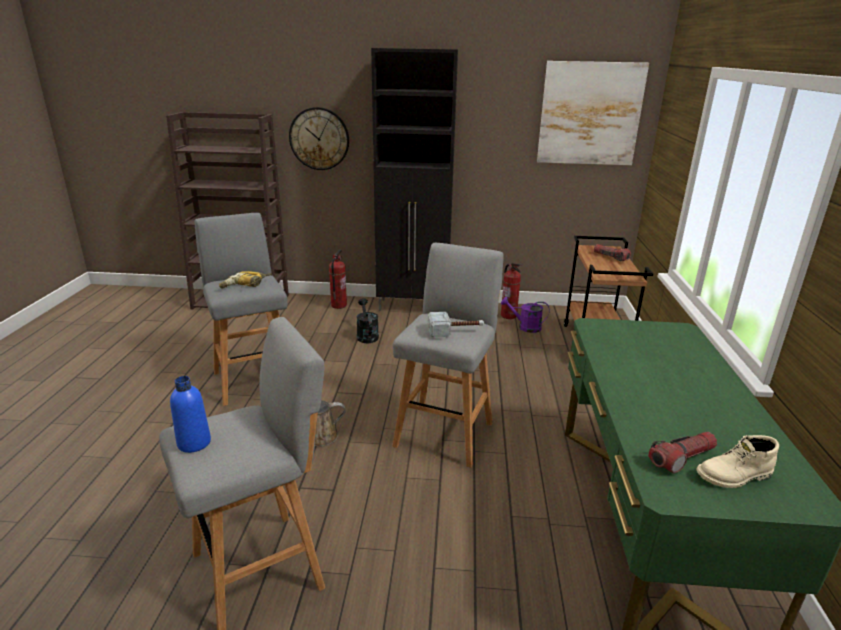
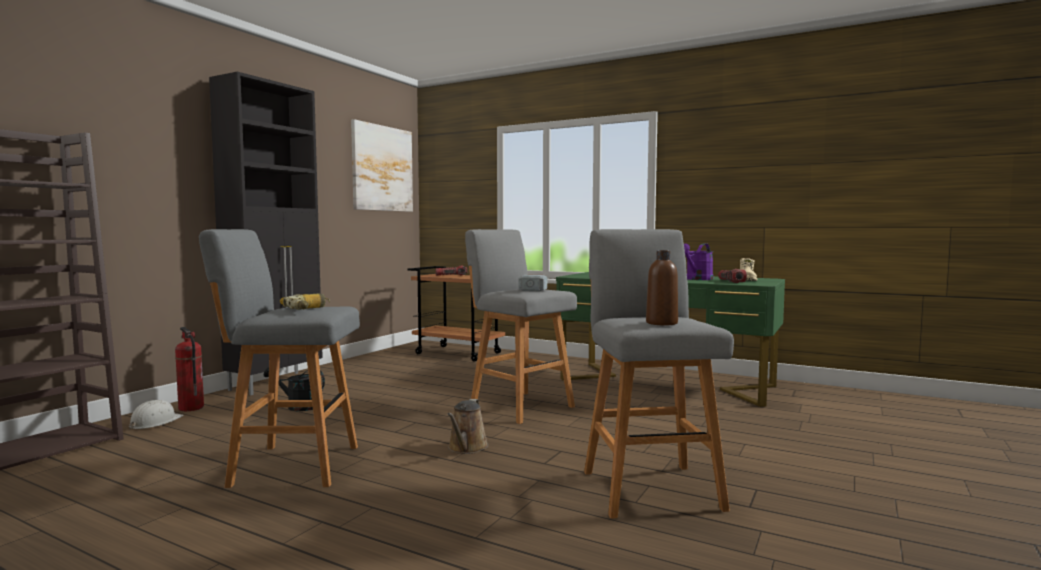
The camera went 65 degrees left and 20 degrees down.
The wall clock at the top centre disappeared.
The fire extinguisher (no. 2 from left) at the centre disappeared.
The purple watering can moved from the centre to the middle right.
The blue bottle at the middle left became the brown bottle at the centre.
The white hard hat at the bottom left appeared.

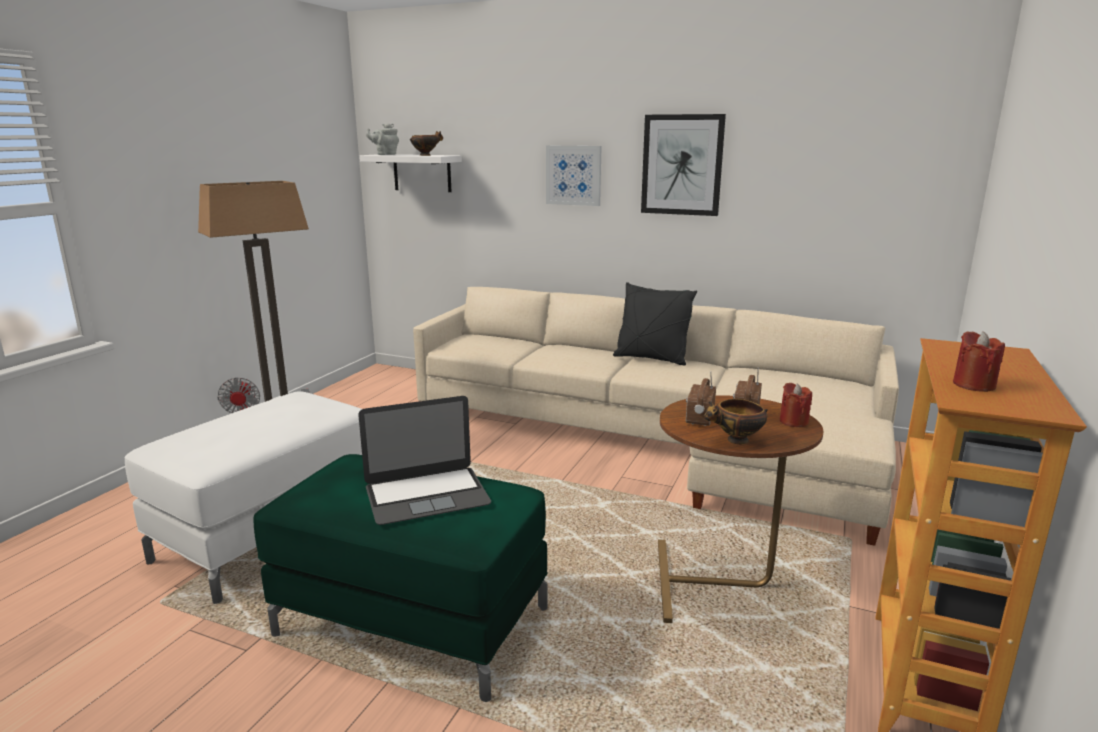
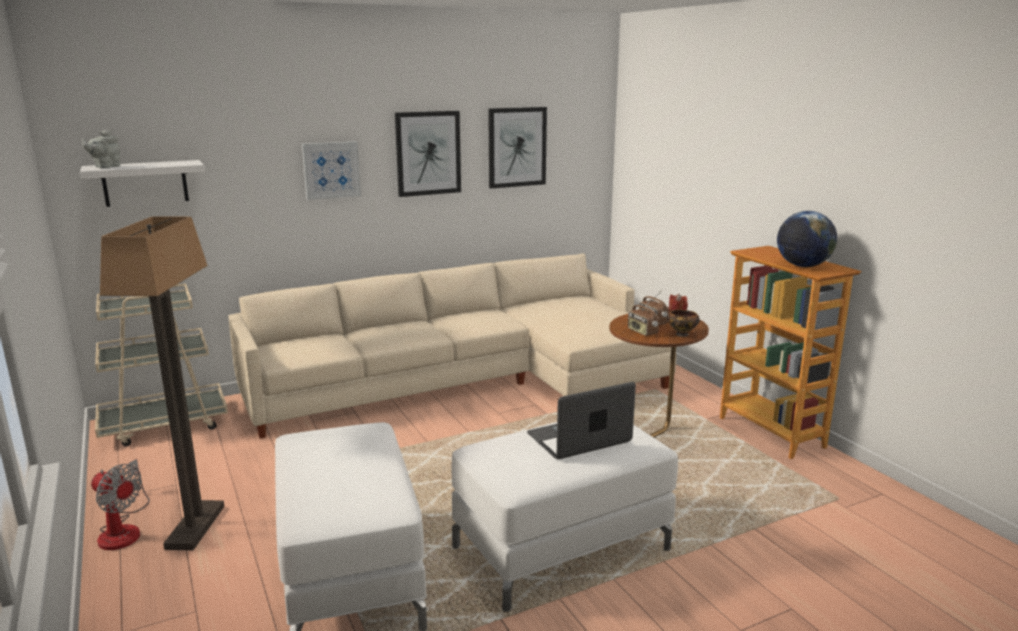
The camera went 50 degrees left and 0 degrees up.
The bowl (no. 1 from left) at the top centre disappeared.
The black pillow at the centre disappeared.
The red candle (no. 2 from left) at the middle right was replaced by the globe at the middle right.
The laptop at the centre turned 135 degrees counterclockwise.
The green ottoman at the bottom centre became the white ottoman (no. 2 from left) at the bottom centre.
The picture (no. 3 from left) at the top centre appeared.
The beige cart at the middle left appeared.

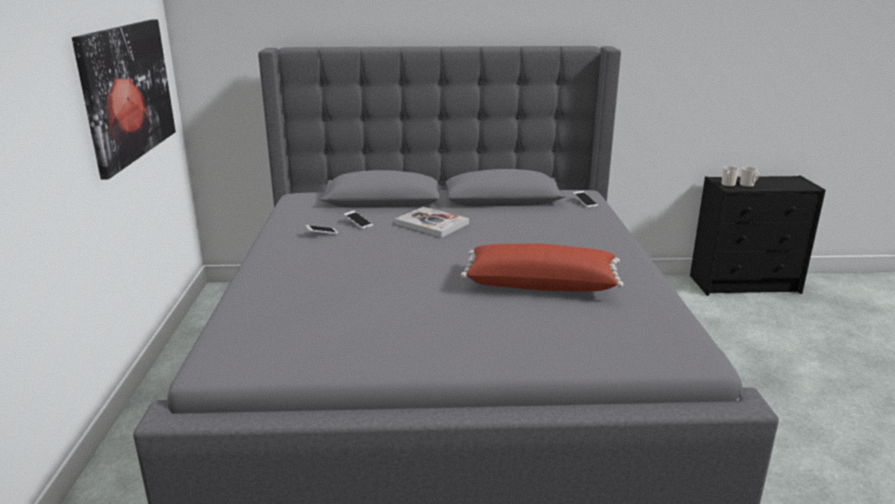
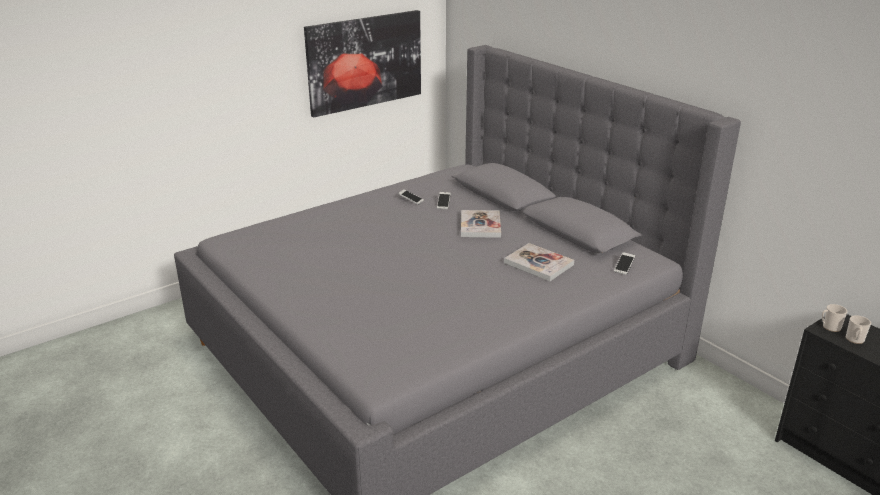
The camera went 55 degrees right and 5 degrees up.
The red pillow at the centre disappeared.
The book (no. 2 from left) at the centre appeared.

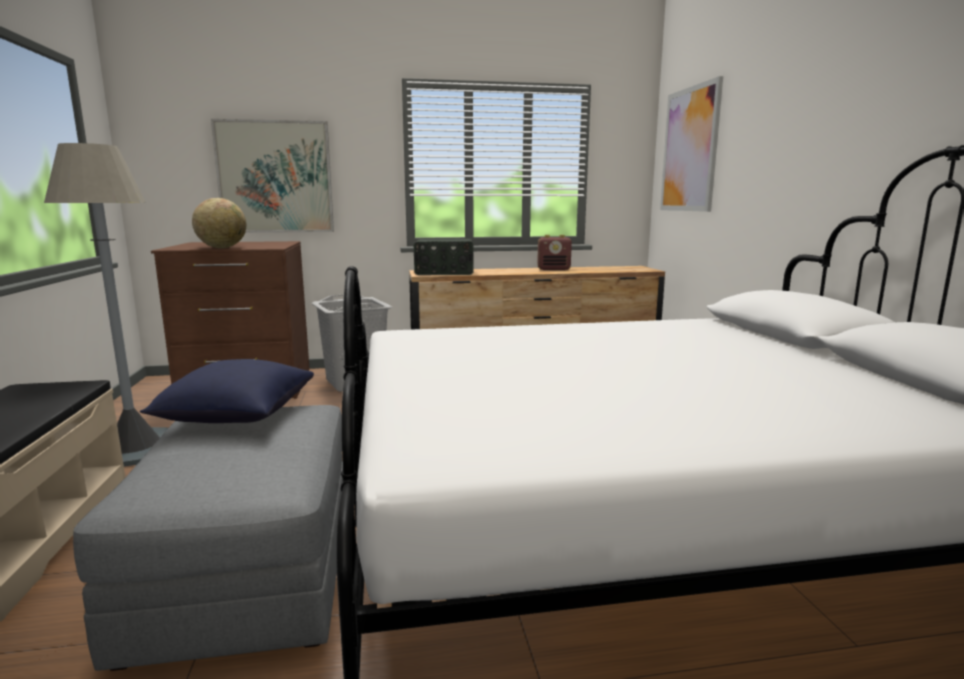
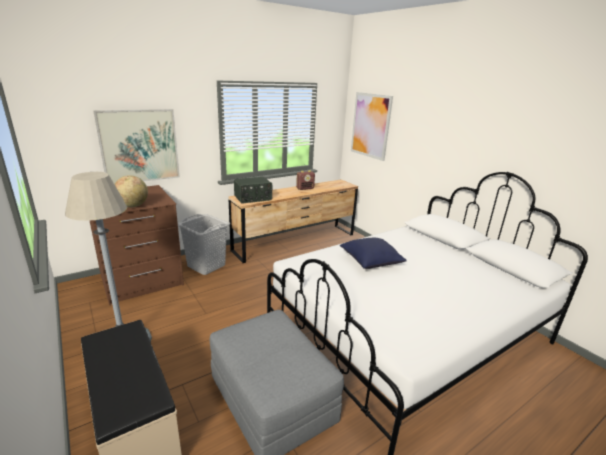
The camera went 25 degrees left and 10 degrees up.
The blue pillow moved from the middle left to the centre.

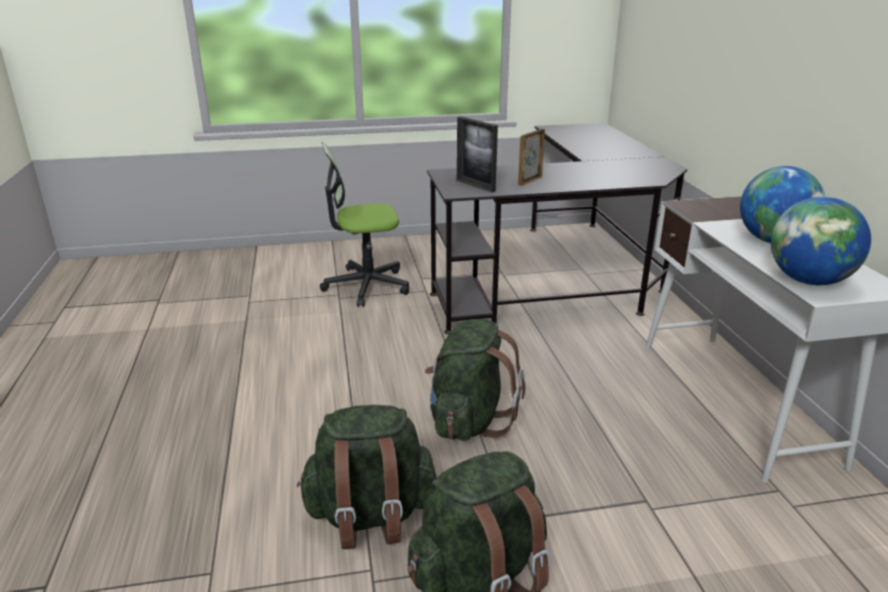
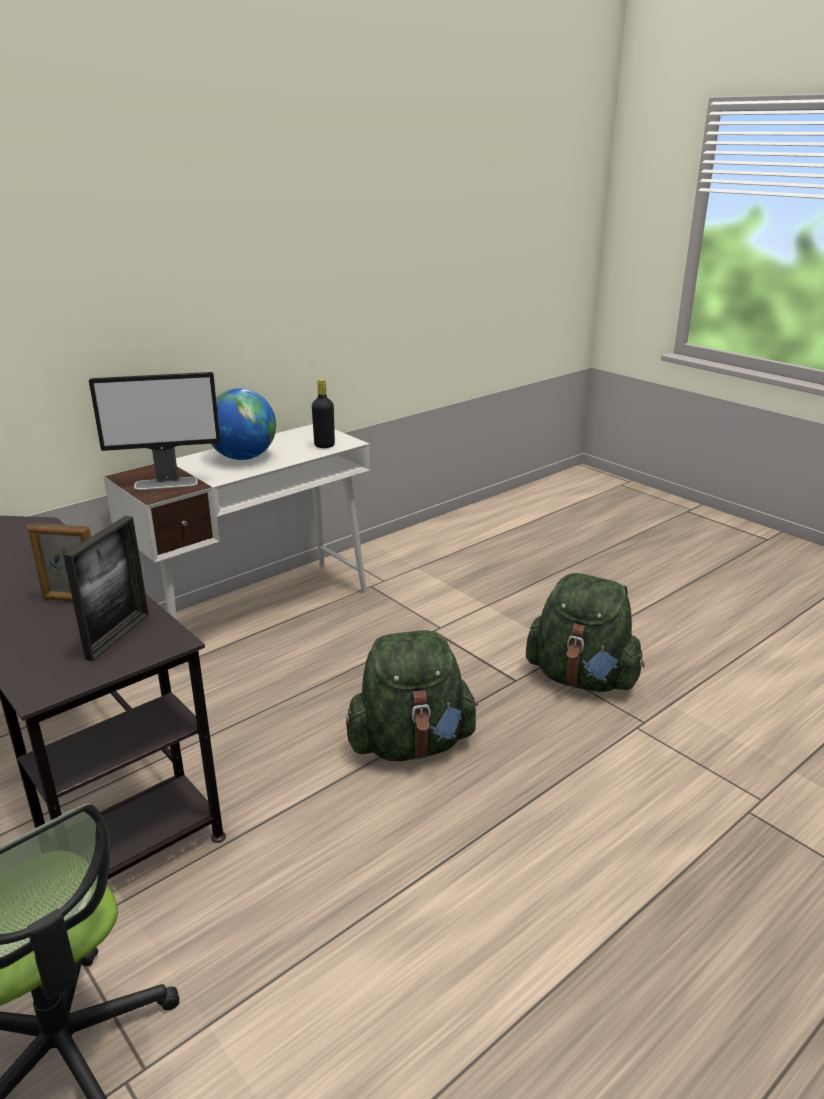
The camera went 120 degrees left and 0 degrees up.
The globe (no. 2 from left) at the middle right was replaced by the black bottle at the centre.
The green backpack (no. 1 from left) at the bottom centre disappeared.
The monitor at the middle left appeared.

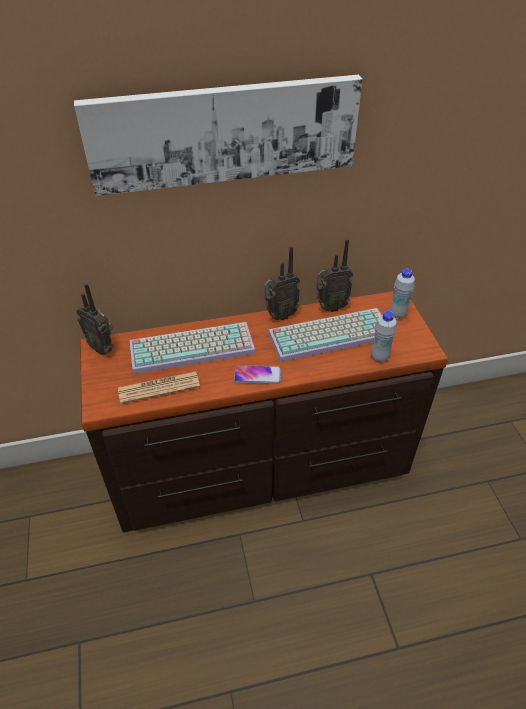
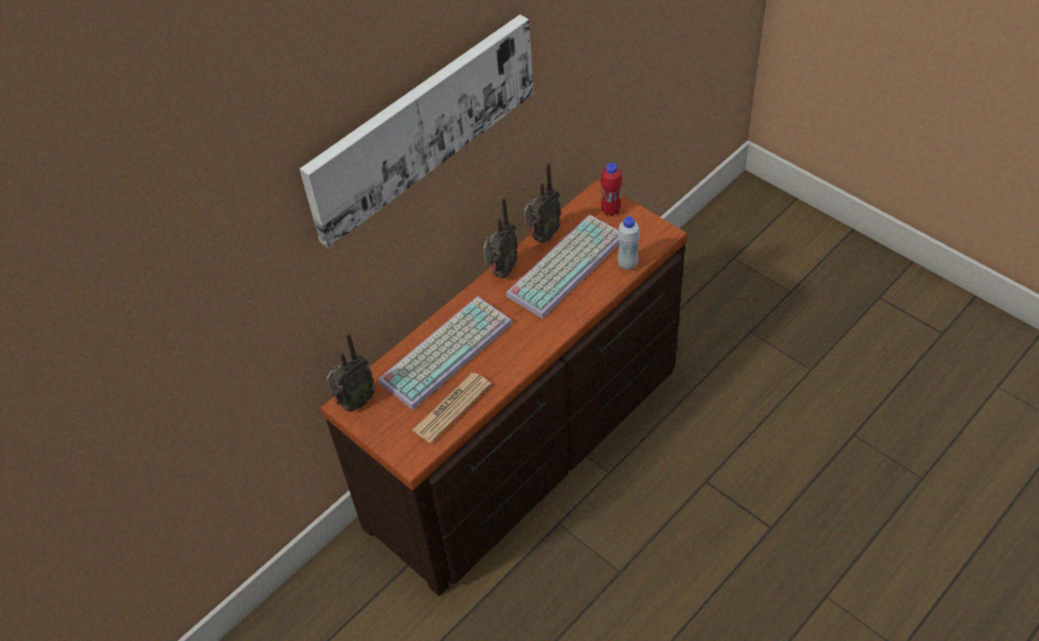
The camera went 30 degrees left and 5 degrees up.
The white bottle (no. 2 from left) at the middle right became the red bottle at the top centre.
The radio (no. 1 from left) at the middle left turned 45 degrees counterclockwise.
The phone at the centre disappeared.

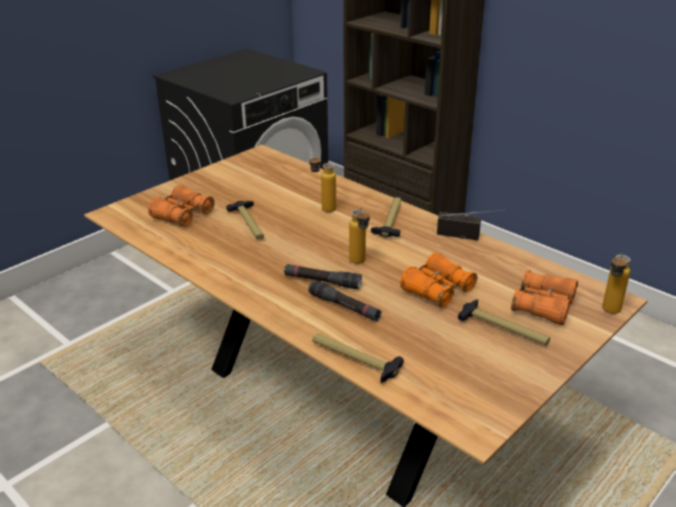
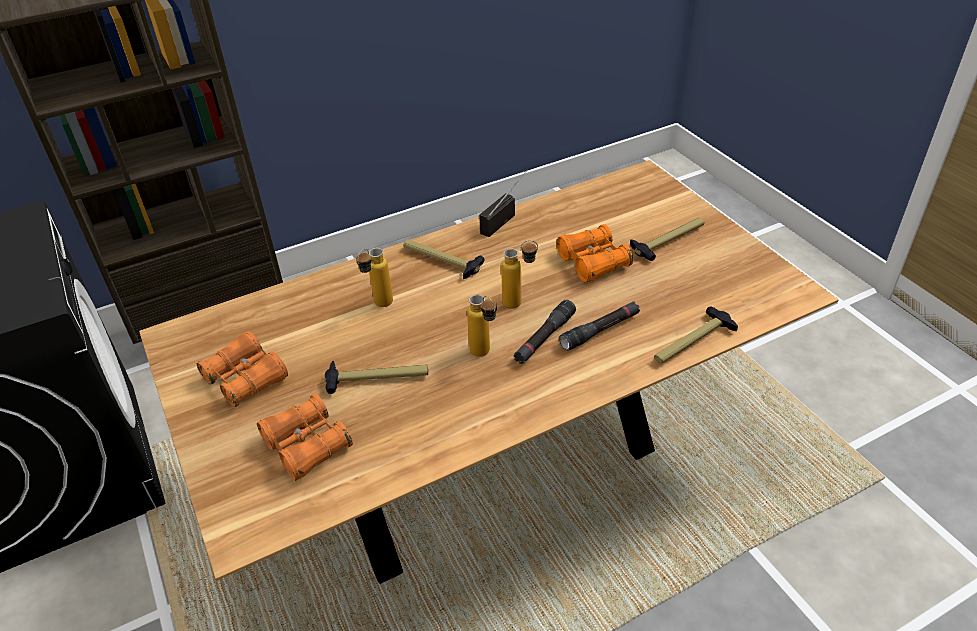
The camera went 70 degrees left and 10 degrees up.
The bottle (no. 3 from left in the first image) moved from the middle right to the centre.
The orange binoculars (no. 3 from left in the first image) moved from the middle right to the middle left.

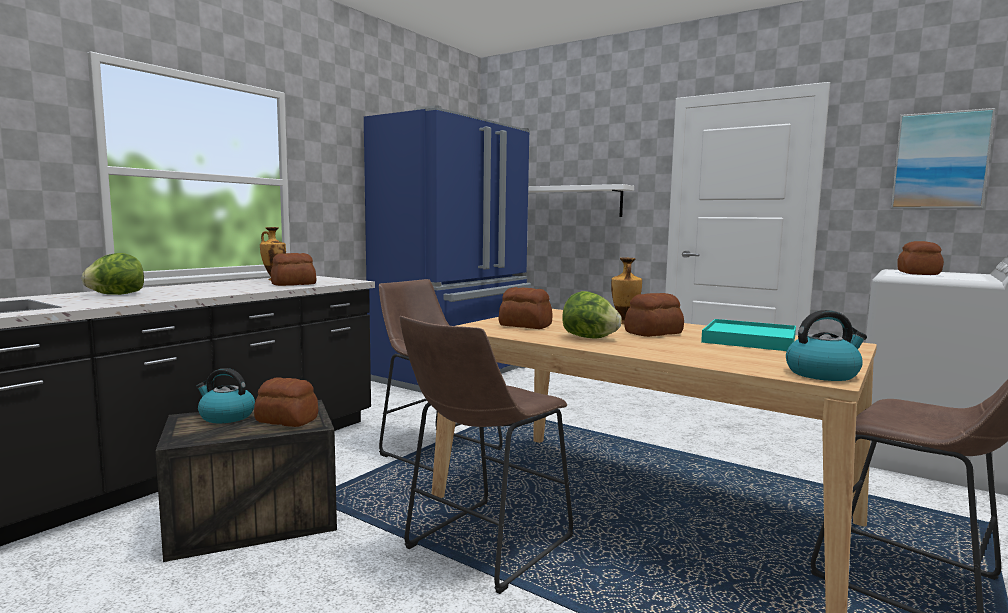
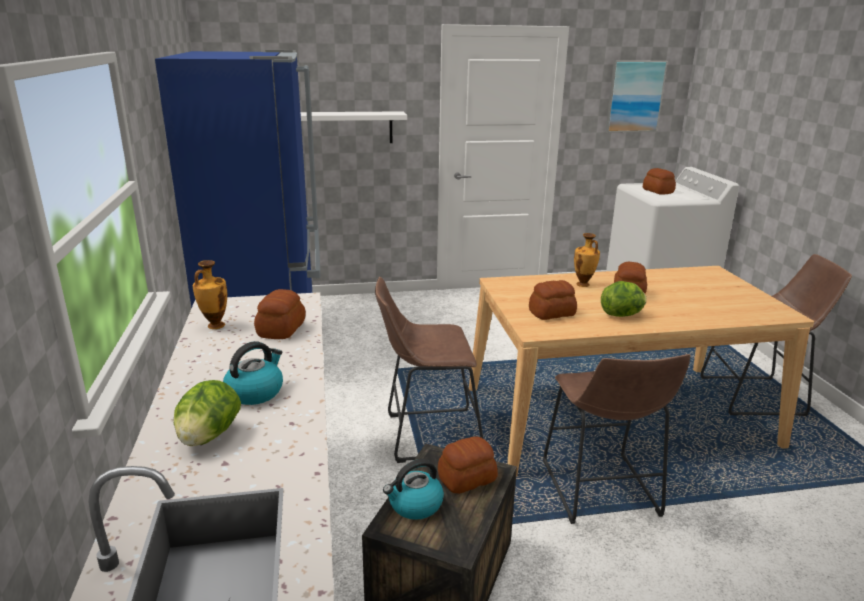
The camera went 45 degrees left and 15 degrees up.
The kettle (no. 2 from left in the first image) moved from the middle right to the middle left.
The turquoise tray at the middle right disappeared.

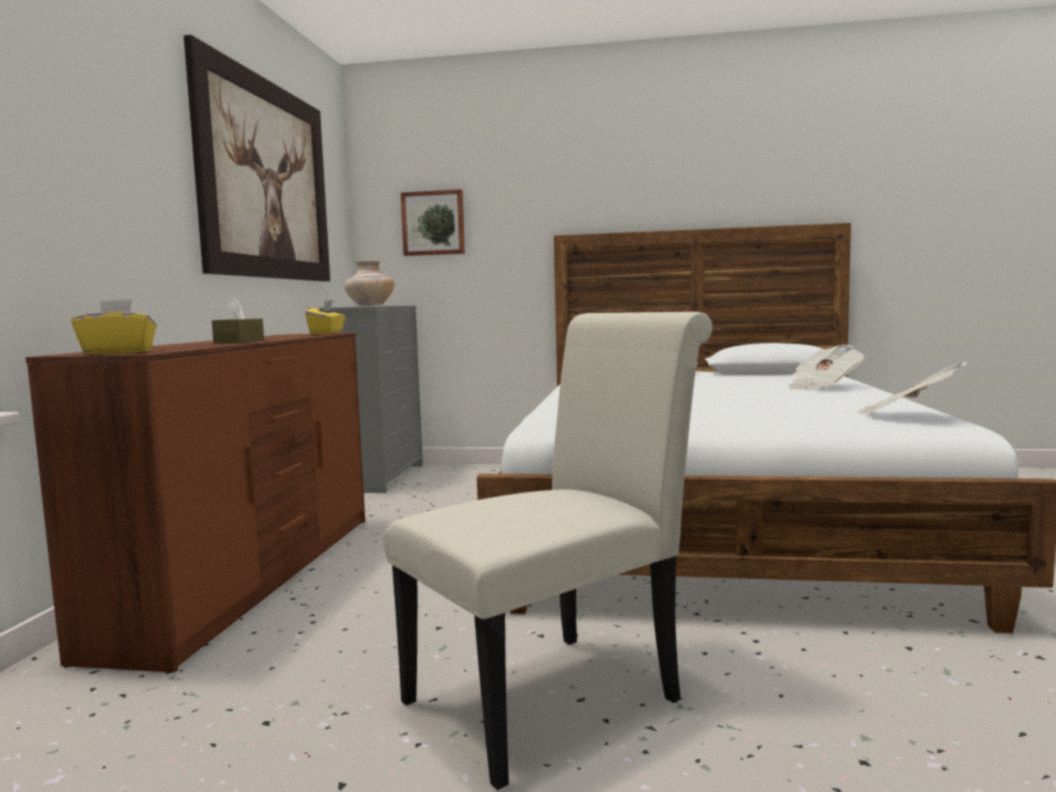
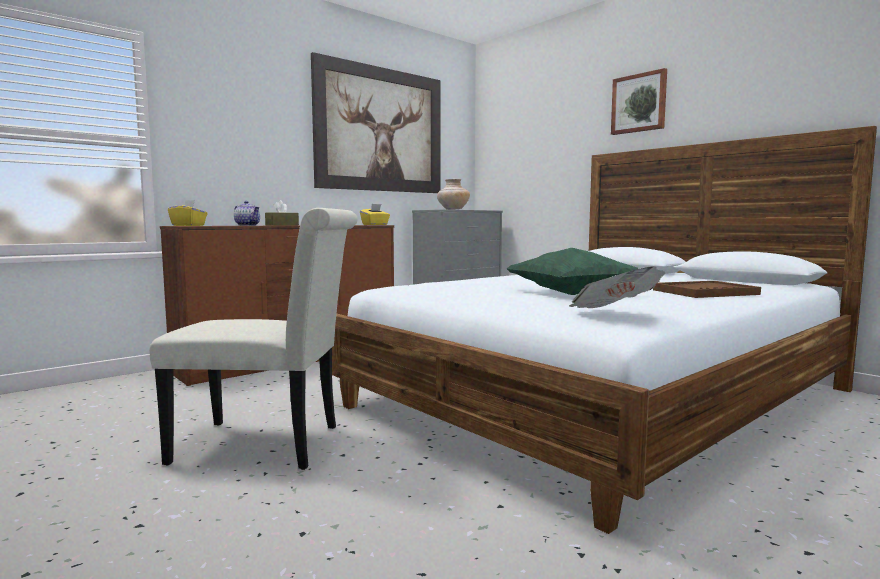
The camera went 40 degrees right and 0 degrees up.
The picture (no. 2 from left) moved from the top centre to the top right.
The newspaper (no. 1 from left) at the middle right was replaced by the brown tray at the middle right.
The teapot at the middle left appeared.
The green pillow at the centre appeared.

